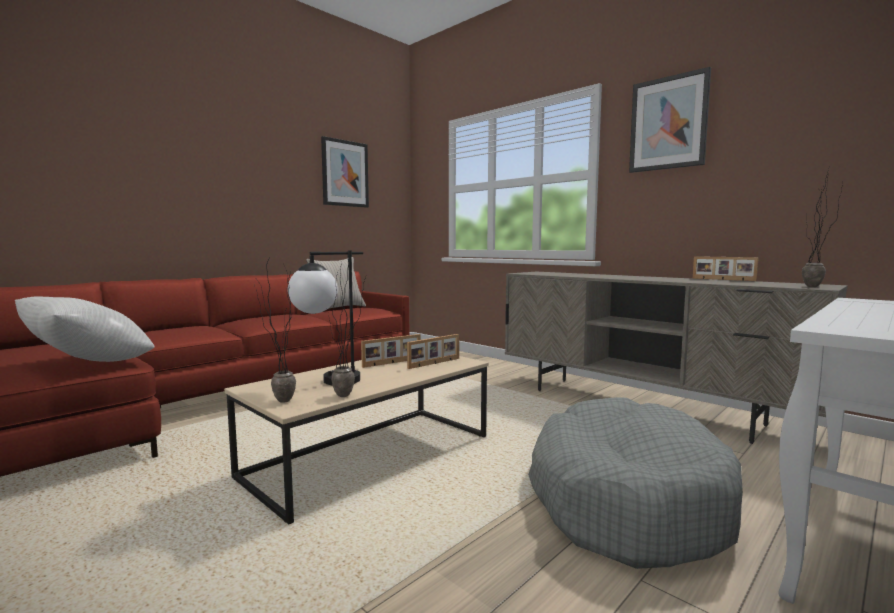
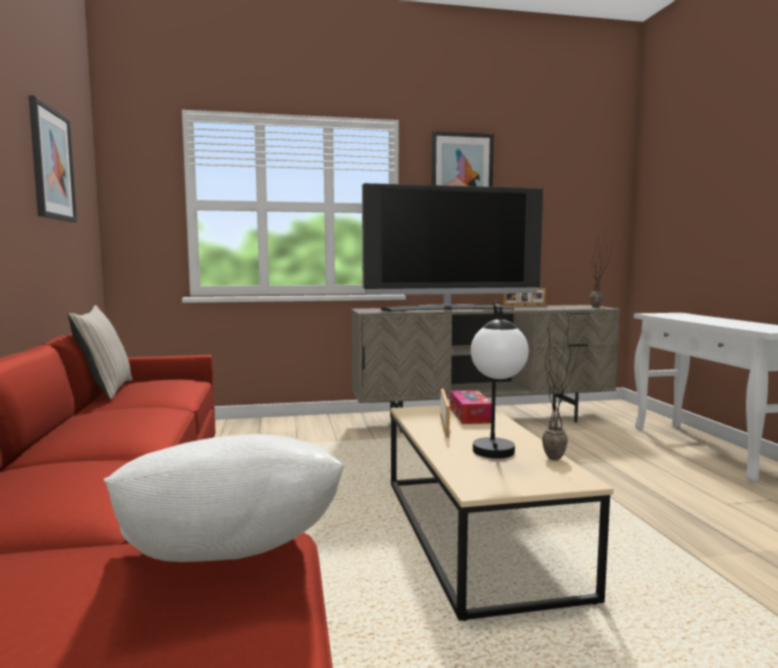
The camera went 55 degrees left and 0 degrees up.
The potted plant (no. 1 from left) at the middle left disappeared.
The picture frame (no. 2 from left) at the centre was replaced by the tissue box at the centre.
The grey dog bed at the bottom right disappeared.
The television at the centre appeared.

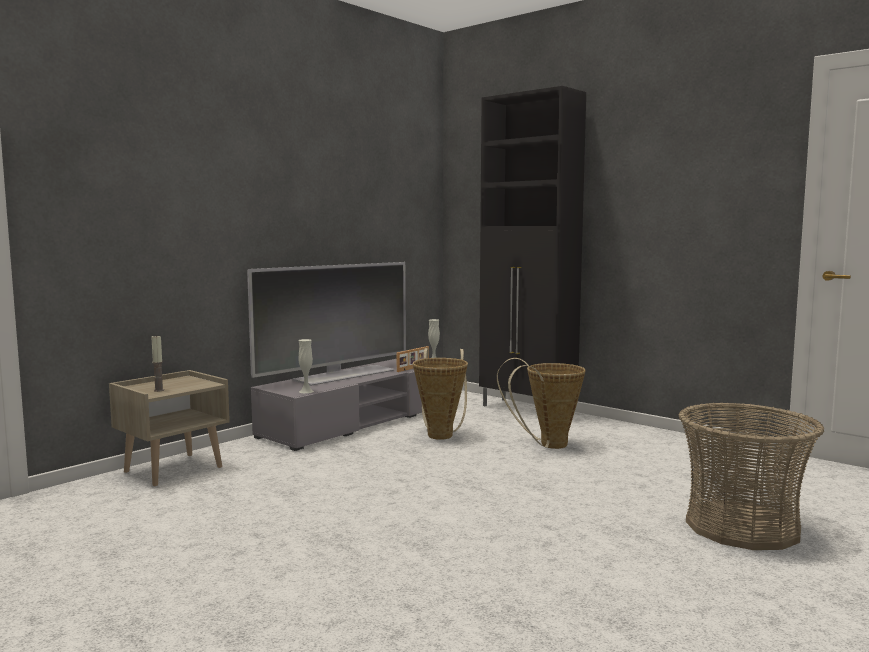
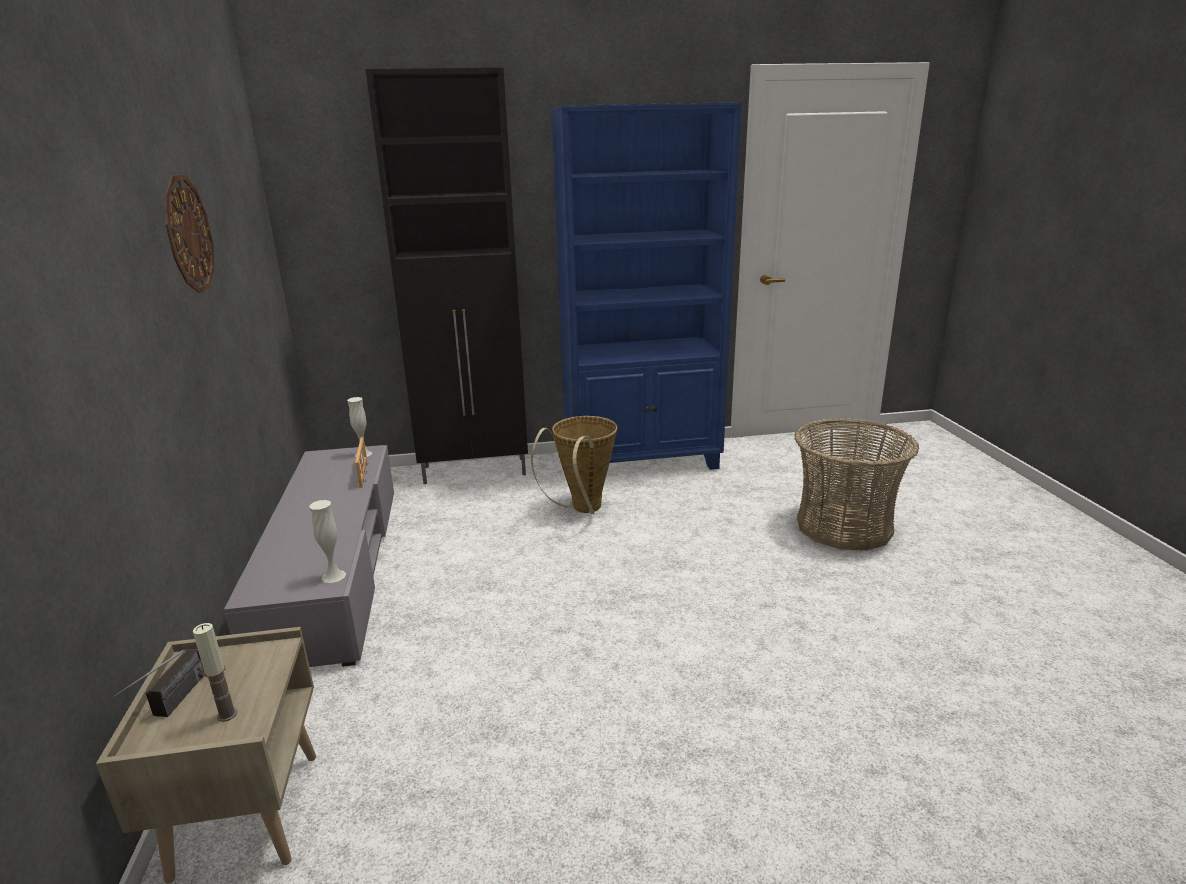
The camera went 50 degrees left and 15 degrees up.
The television at the centre disappeared.
The basket (no. 1 from left) at the centre disappeared.
The blue bookcase at the top centre appeared.
The wall clock at the top left appeared.
The radio at the bottom left appeared.

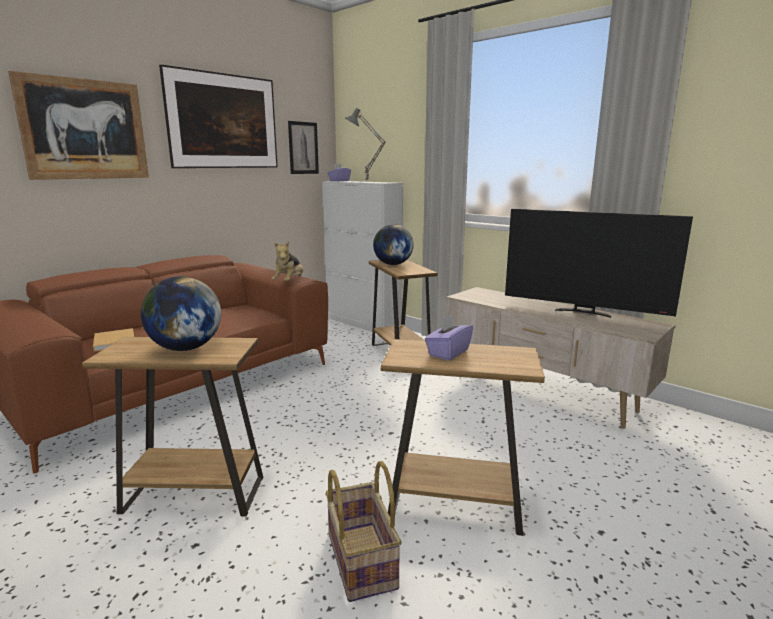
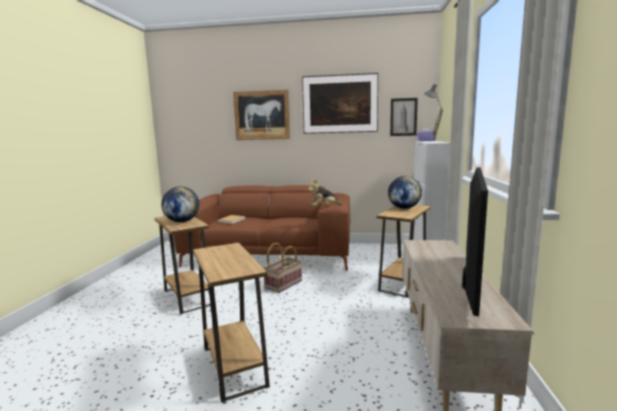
The camera went 55 degrees right and 5 degrees down.
The television at the middle right turned 150 degrees counterclockwise.
The purple tissue box (no. 2 from left) at the centre disappeared.
The basket moved from the bottom centre to the centre.

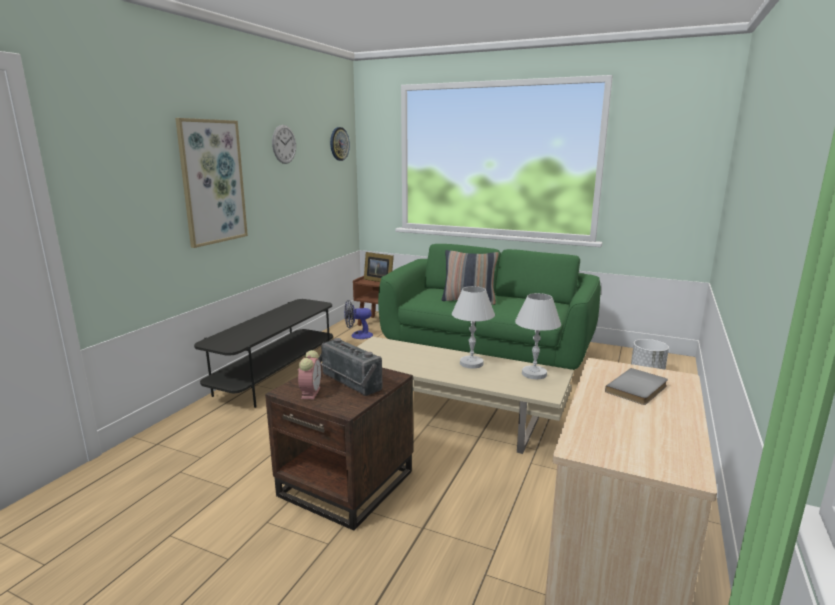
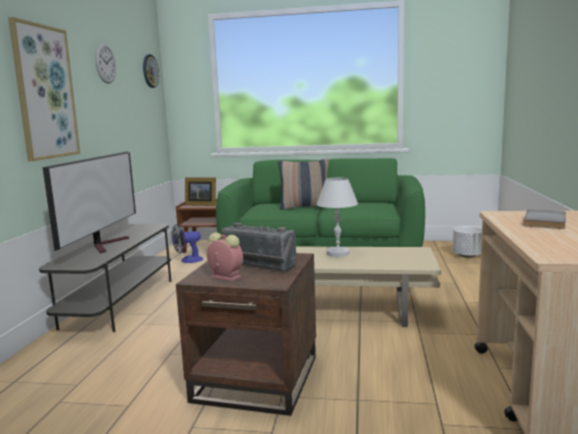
The camera went 15 degrees left and 5 degrees down.
The white table lamp (no. 2 from left) at the centre disappeared.
The alarm clock at the centre turned 45 degrees counterclockwise.
The television at the middle left appeared.

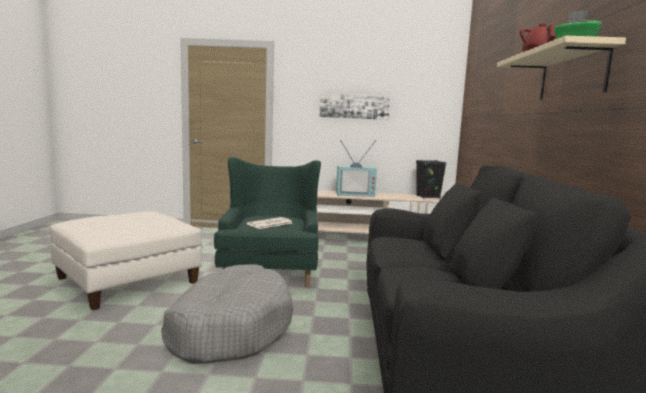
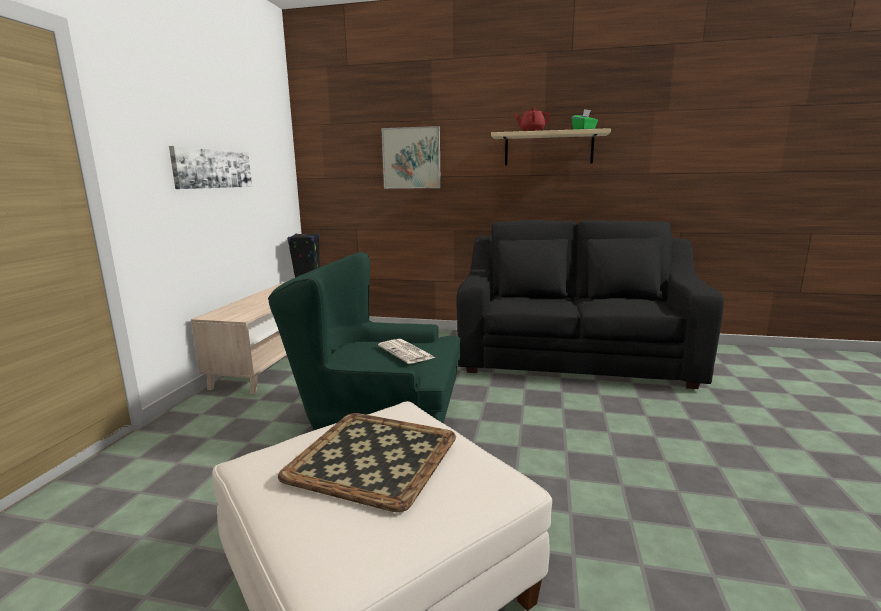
The camera went 80 degrees left and 5 degrees up.
The television at the centre disappeared.
The grey dog bed at the bottom centre disappeared.
The picture (no. 2 from left) at the top centre appeared.
The tray at the bottom centre appeared.

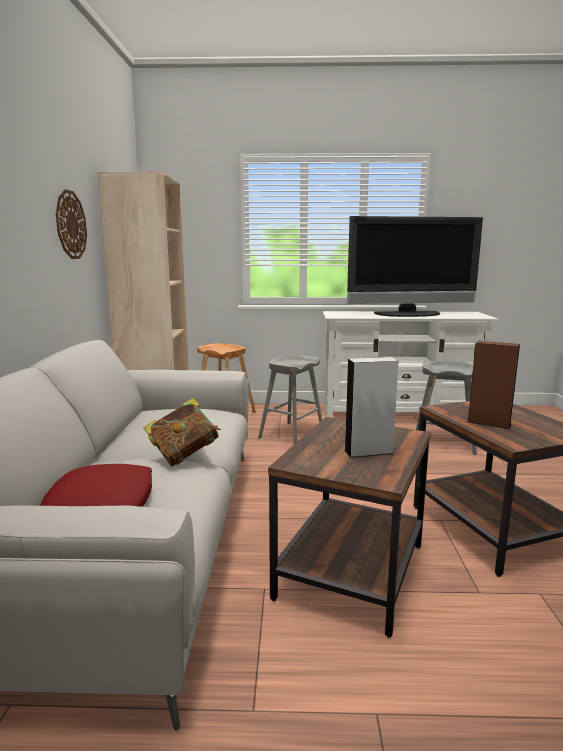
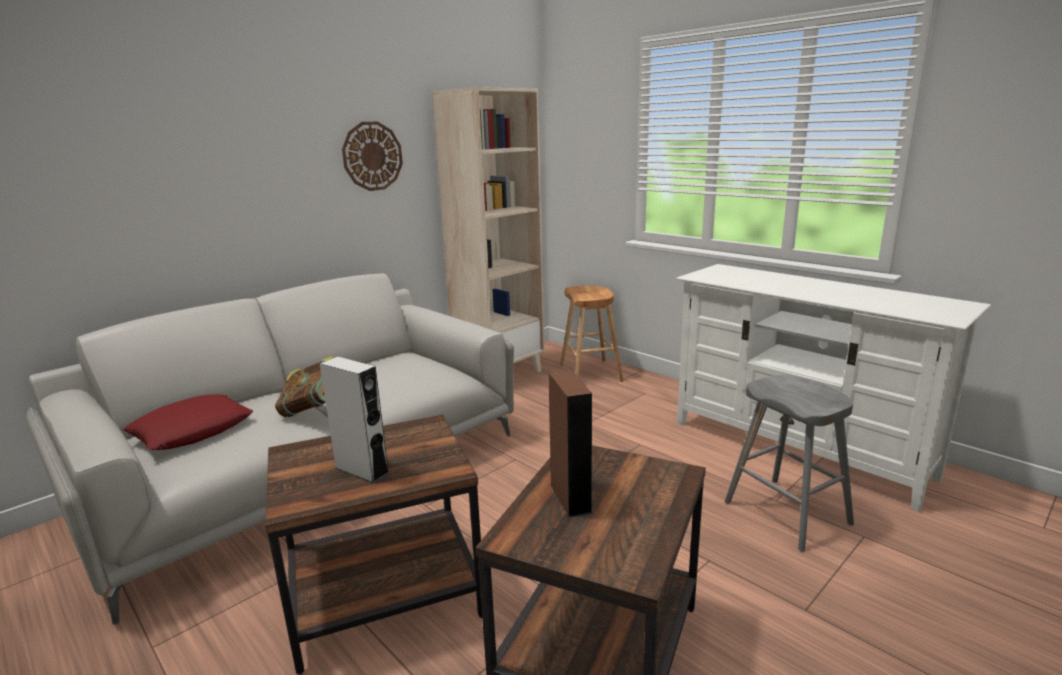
The camera went 45 degrees right and 5 degrees up.
The television at the middle right disappeared.
The grey stool (no. 1 from left) at the centre disappeared.

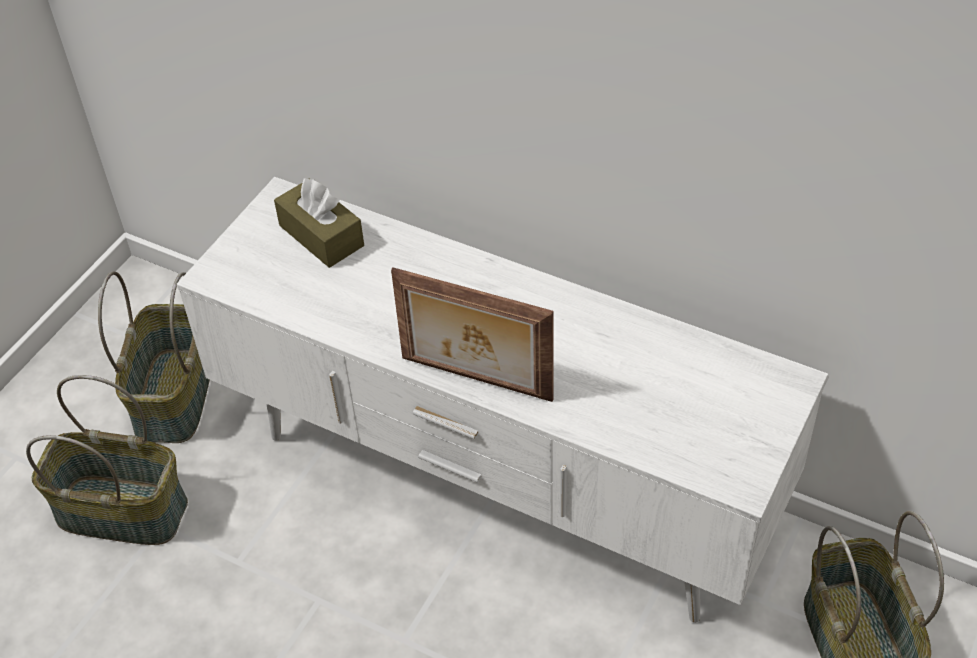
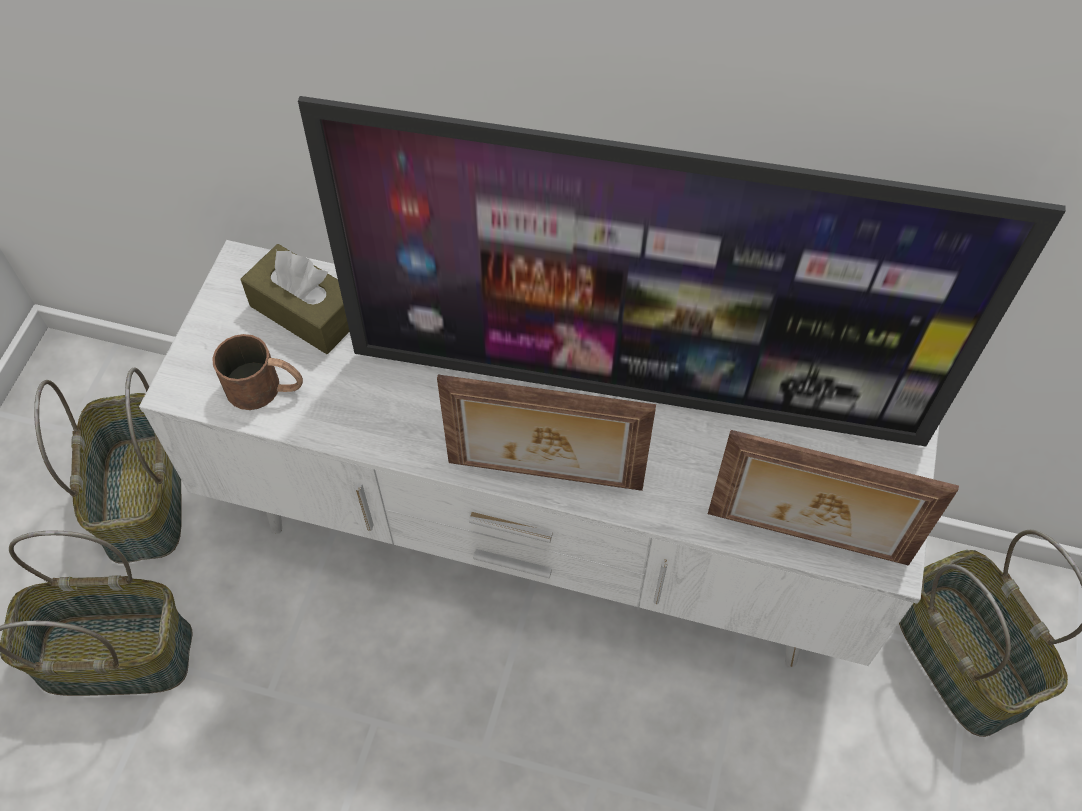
The camera went 15 degrees left and 10 degrees up.
The television at the centre appeared.
The brown mug at the middle left appeared.
The picture frame (no. 2 from left) at the middle right appeared.

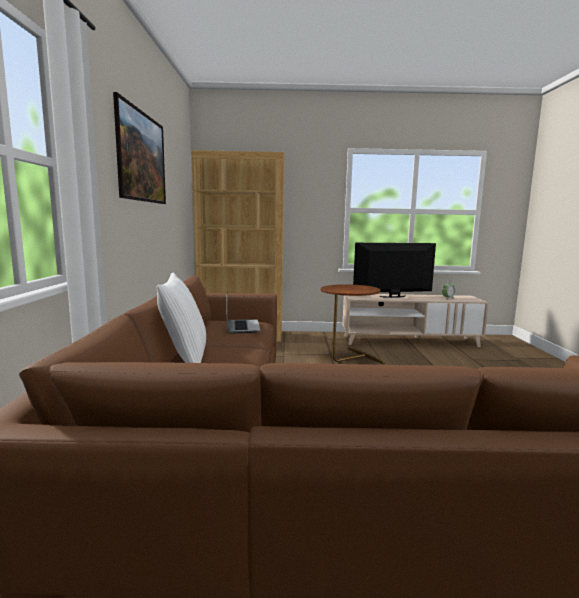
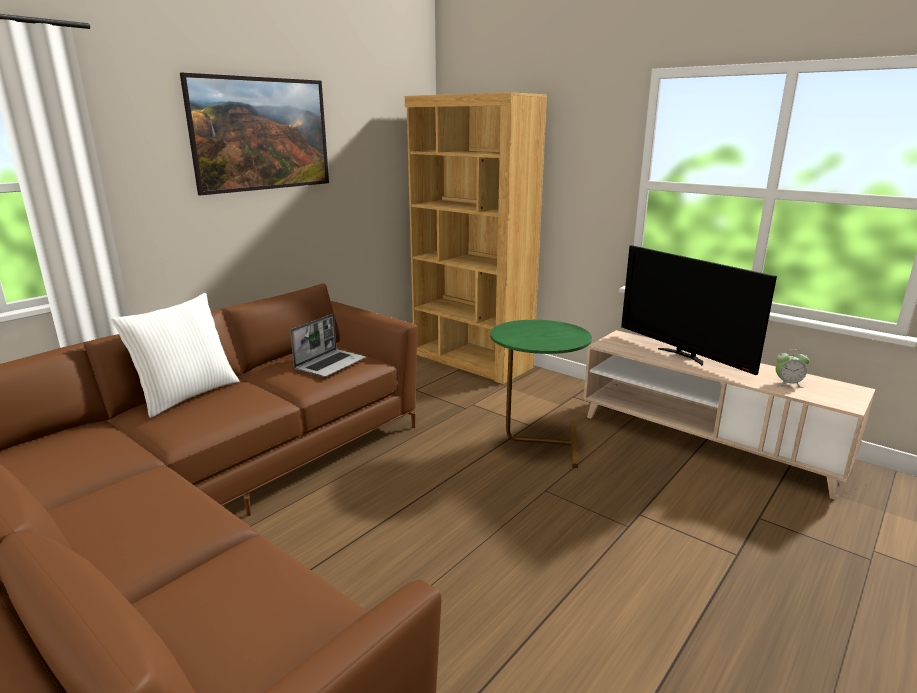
The camera went 40 degrees right and 10 degrees up.
The television at the middle right turned 150 degrees counterclockwise.
The brown side table at the centre became the green side table at the centre.

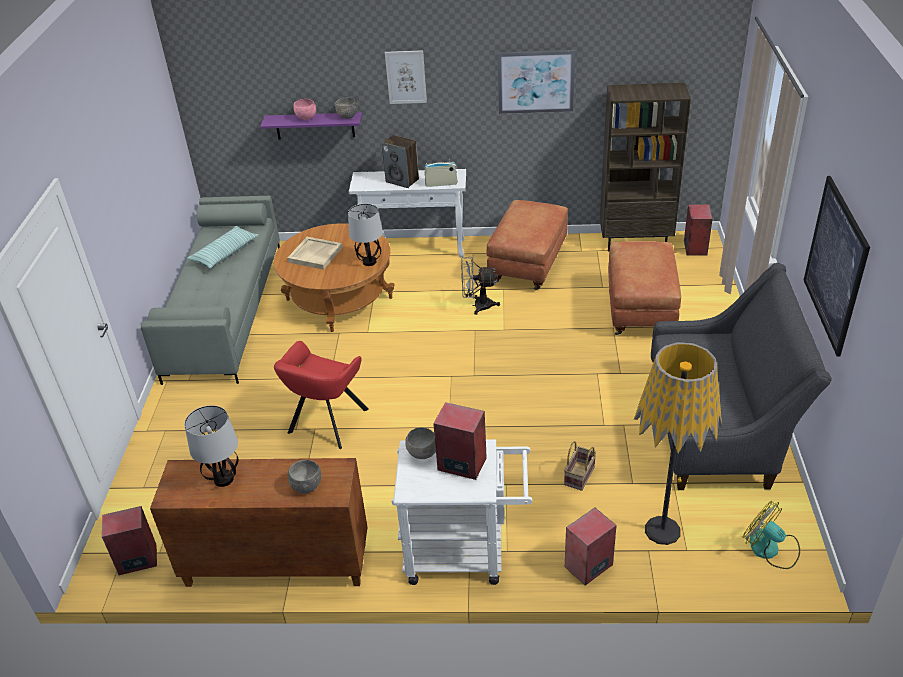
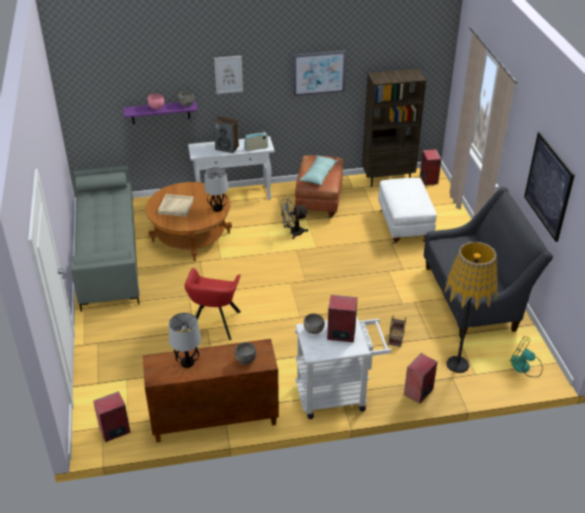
The camera went 15 degrees left and 0 degrees up.
The pillow moved from the middle left to the top centre.
The brown ottoman (no. 2 from left) at the middle right became the white ottoman at the middle right.

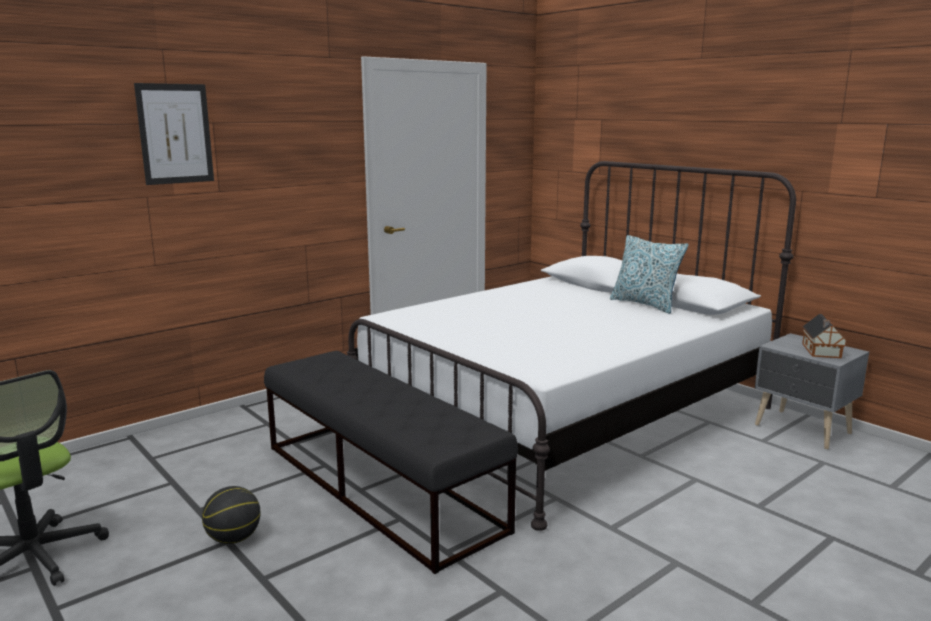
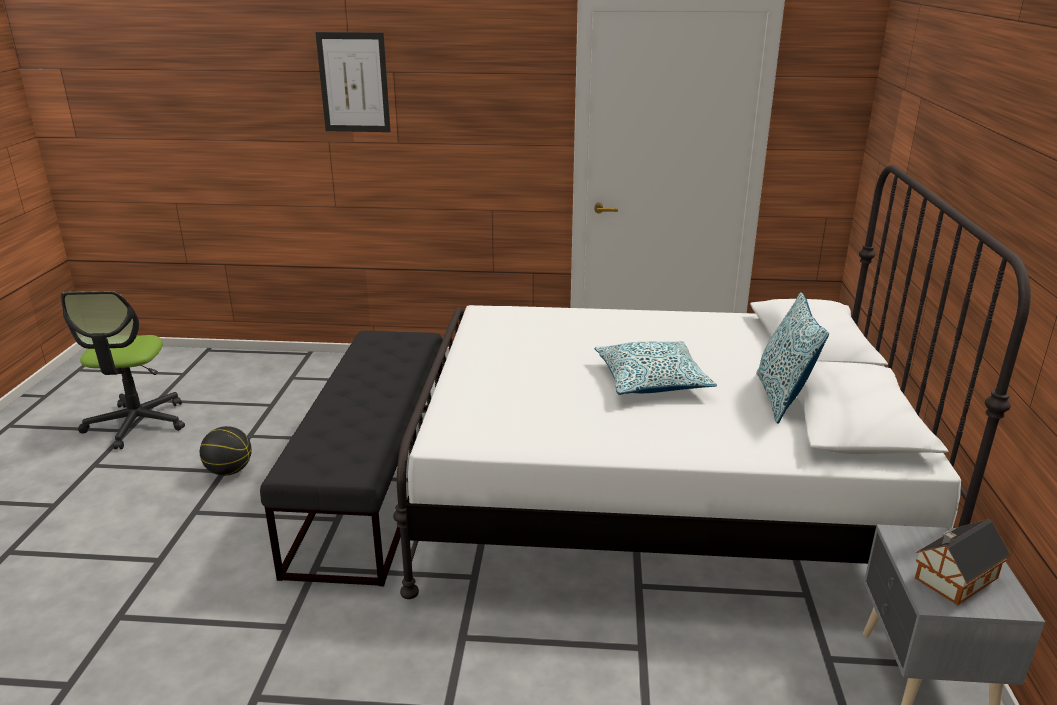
The camera went 45 degrees right and 10 degrees up.
The pillow (no. 1 from left) at the centre appeared.

